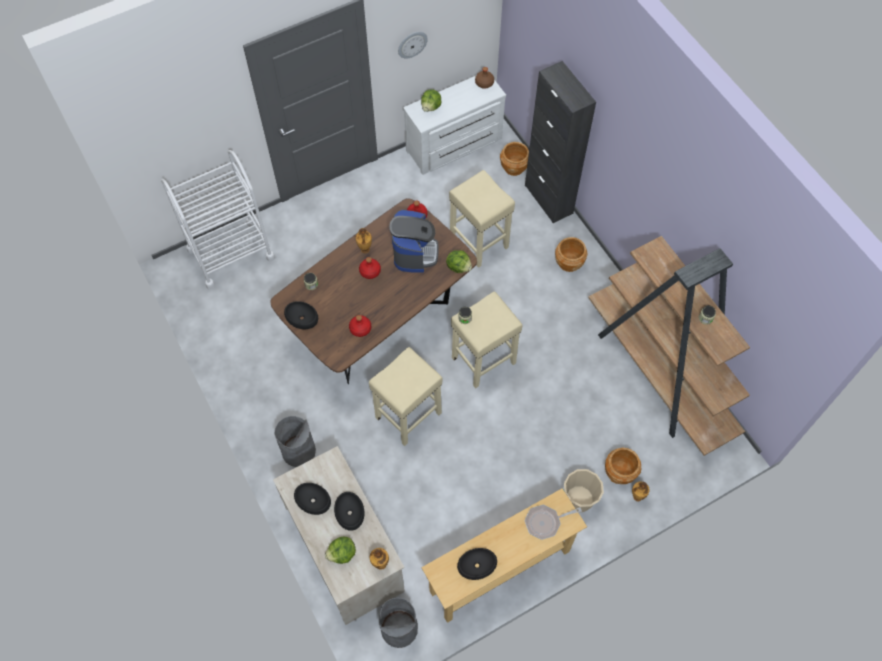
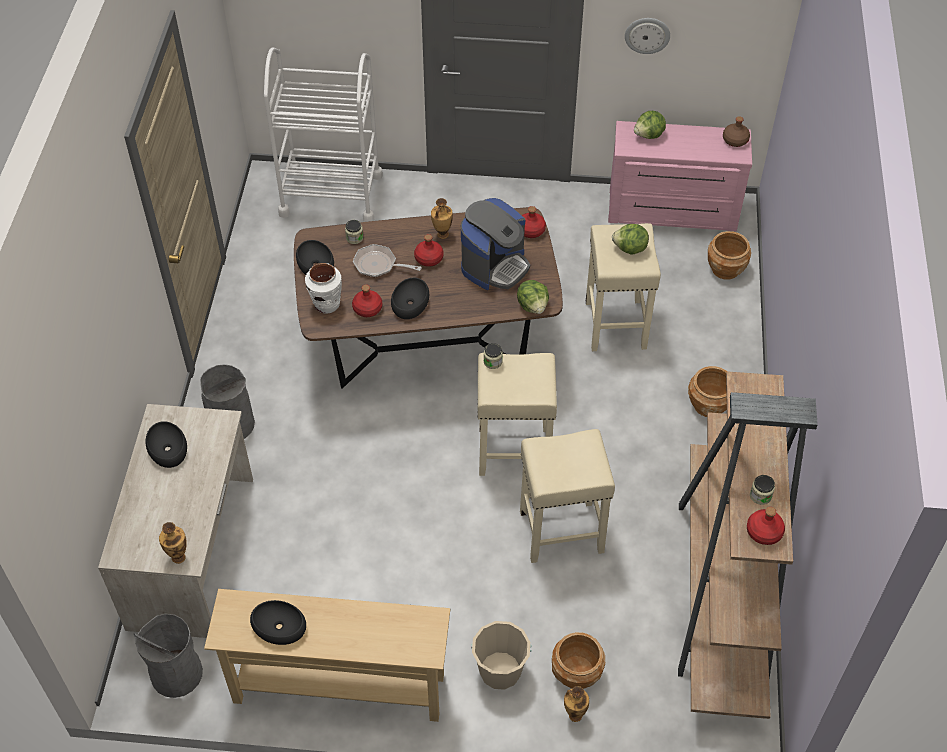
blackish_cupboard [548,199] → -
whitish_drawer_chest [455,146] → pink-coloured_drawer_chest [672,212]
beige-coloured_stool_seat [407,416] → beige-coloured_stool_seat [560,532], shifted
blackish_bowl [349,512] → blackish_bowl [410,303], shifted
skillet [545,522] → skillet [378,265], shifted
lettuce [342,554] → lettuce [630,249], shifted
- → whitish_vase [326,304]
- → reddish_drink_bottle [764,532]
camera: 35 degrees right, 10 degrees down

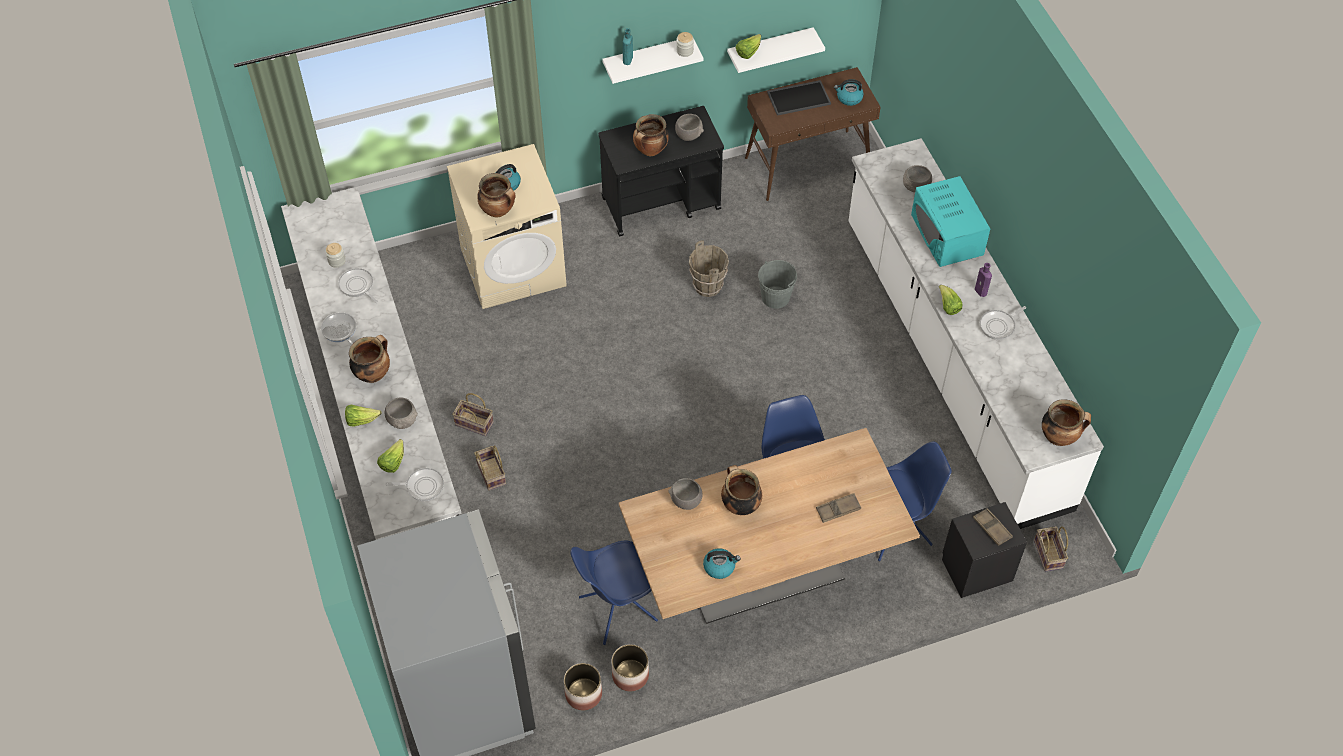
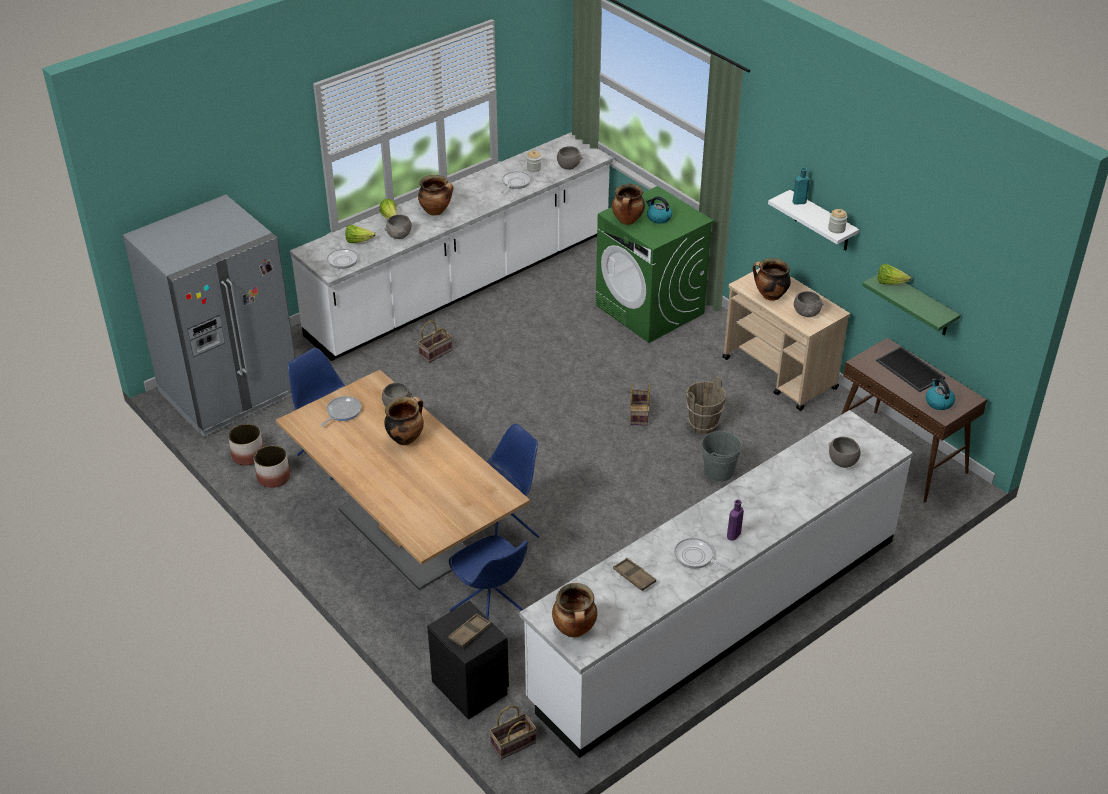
whitish_shelf [769,49] → green_shelf [919,305]
blackish_trolley [662,203] → beige-coloured_trolley [780,374]
beige-coloured_washing_machine [513,267] → green_washing_machine [650,310]
turquoise_microwave [947,234] → -
lettuce [948,306] → -
skillet [340,331] → skillet [342,412], shifted
storage_basket [475,423] → storage_basket [639,415], shifted
brown-coloured_serving_tray [838,509] → brown-coloured_serving_tray [634,577], shifted
tea_kettle [720,567] → -
- → grey_bowl [568,166]
camera: 70 degrees right, 15 degrees down

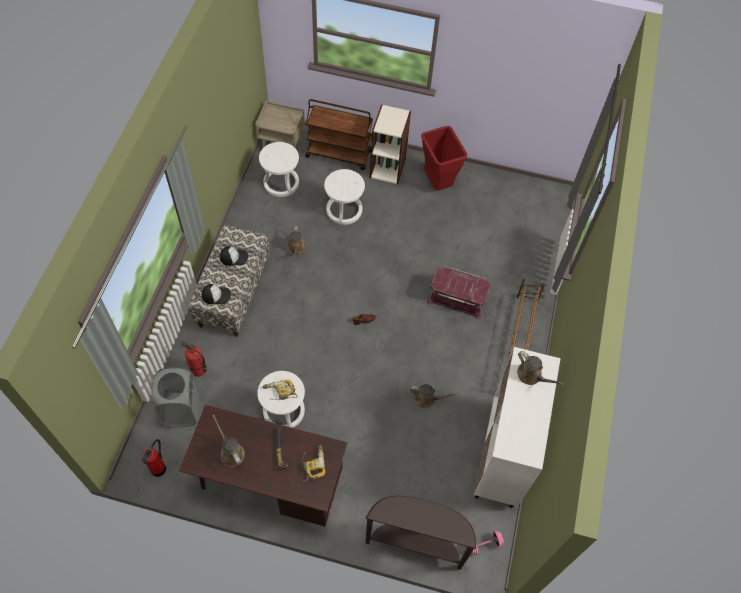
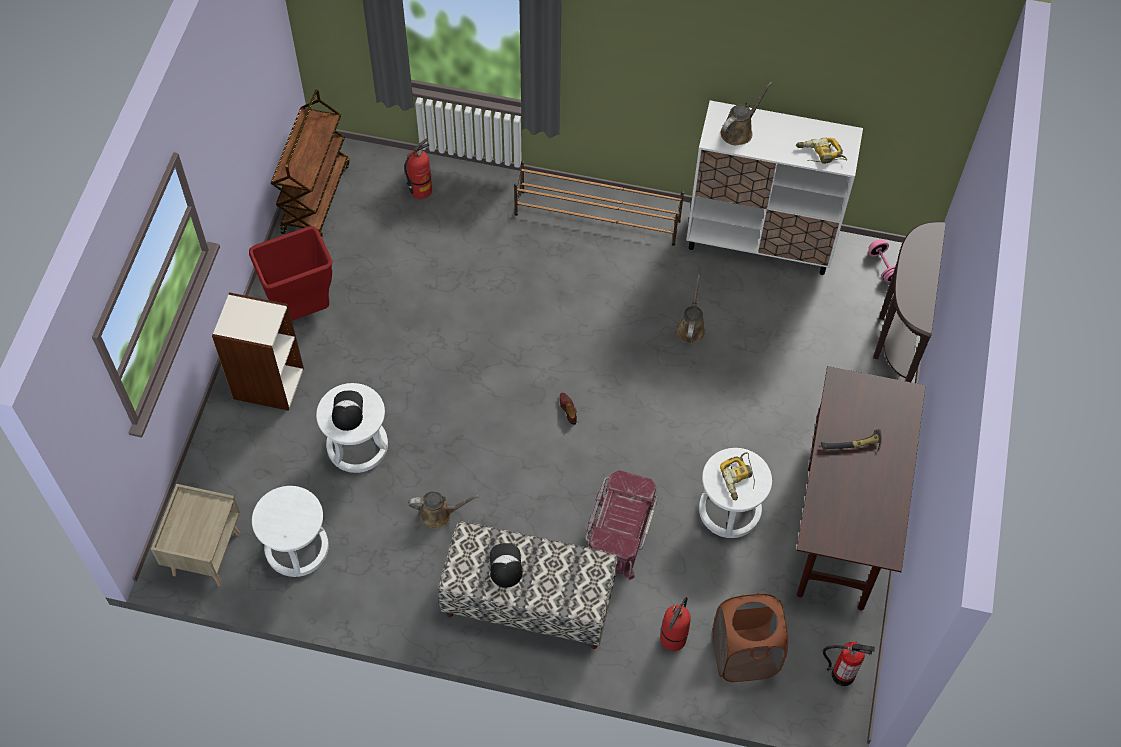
brown-coloured_trolley [339,154] → brown-coloured_trolley [315,197], shifted
reddish_storage_bin [457,298] → reddish_storage_bin [619,532], shifted
cap [216,295] → cap [347,411], shifted
grey_laundry_basket [181,409] → brown-coloured_laundry_basket [744,655]
brown-coloured_sprinkling_can [231,452] → -
drill [313,464] → drill [820,154], shifted
- → extinguisher [420,190]
camera: 90 degrees left, 0 degrees up

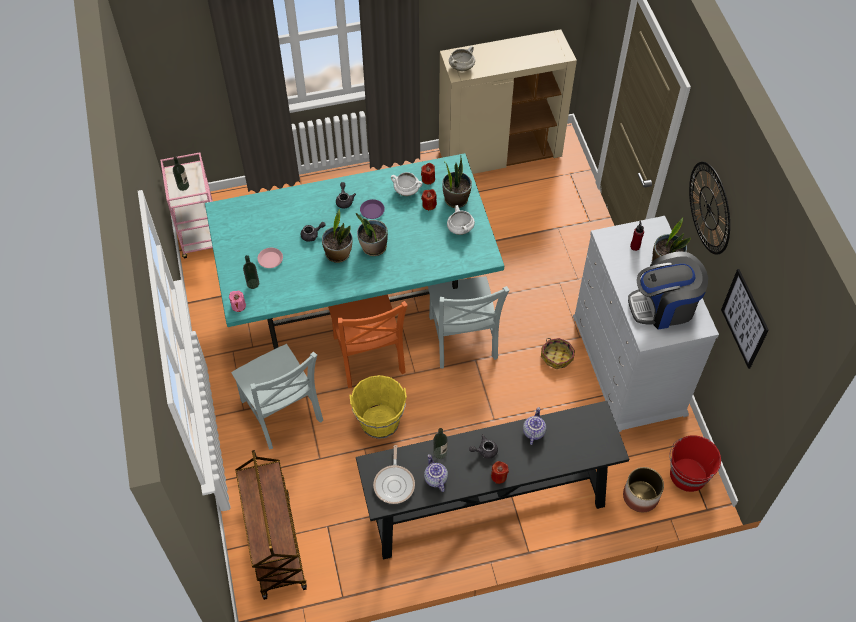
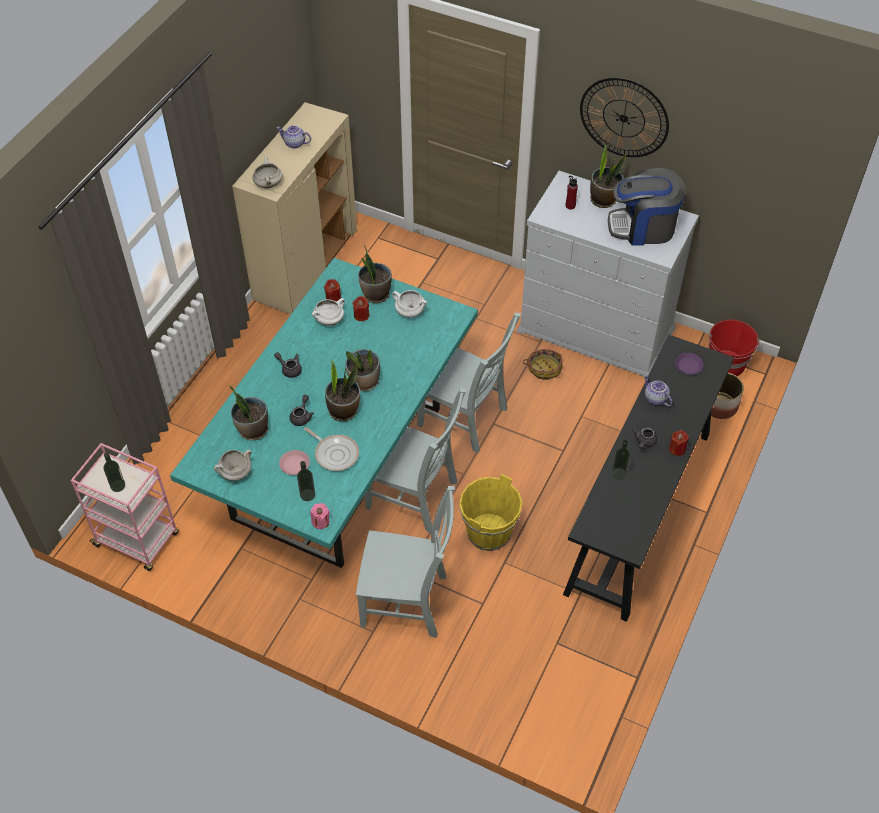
purplish_dinner_plate [372,211] → purplish_dinner_plate [688,365], shifted
coffee_maker [663,306] → coffee_maker [643,227], 60 degrees clockwise
picture [744,319] → -
orange-coloured_plain_chair [369,357] → grey_plain_chair [415,497]
skillet [394,483] → skillet [335,453], shifted
brown-coloured_trolley [275,544] → -
teapot [435,478] → teapot [294,144], shifted
- → houseplant [252,430]
- → whitish_saucepot [235,473]
camera: 50 degrees left, 5 degrees down

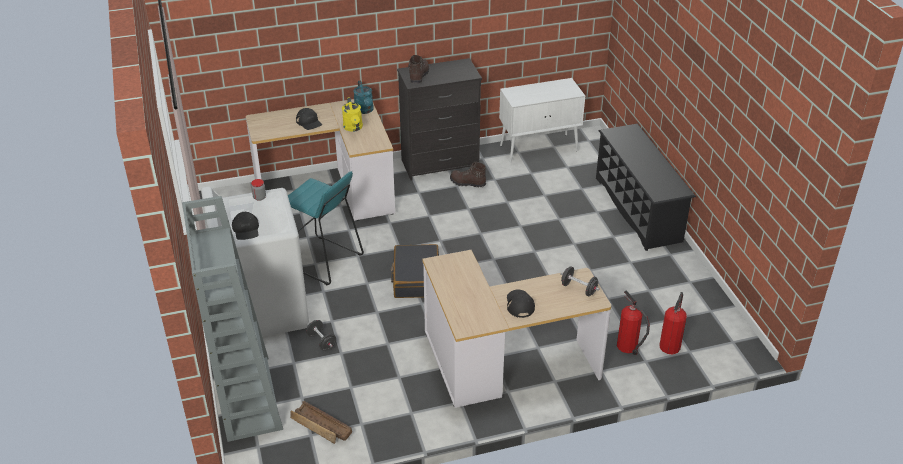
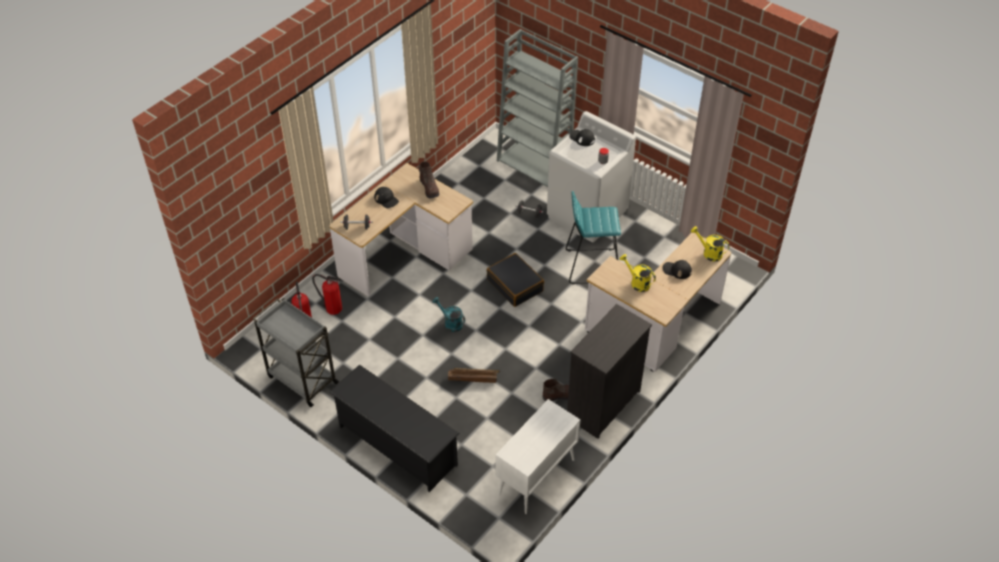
brown-coloured_boot [418,76] → brown-coloured_boot [429,188], shifted
turquoise_sprinkling_can [365,110] → turquoise_sprinkling_can [450,323], shifted
shipping_crate [321,427] → shipping_crate [473,377], shifted
- → yellow-coloured_sprinkling_can [709,253]
- → grey_trolley [301,379]
camera: 145 degrees right, 10 degrees up

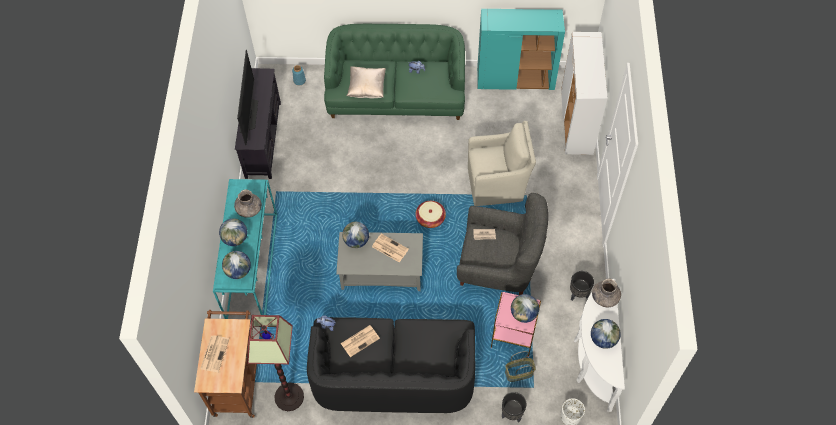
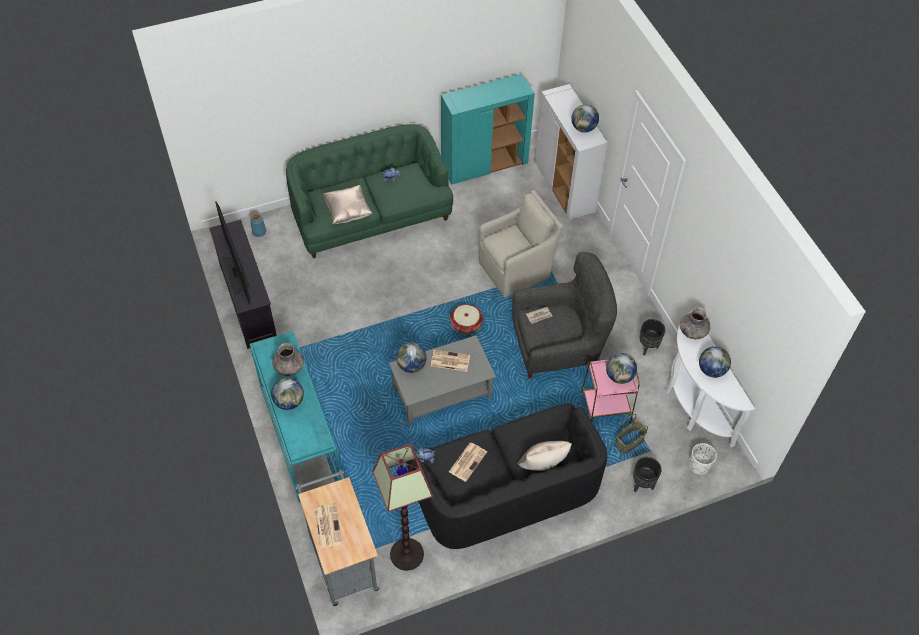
world_globe [238,271] → world_globe [583,128], shifted
brown-coloured_trolley [237,380] → grey_trolley [341,558]
- → beige-coloured_pillow [543,466]
camera: 25 degrees left, 5 degrees down

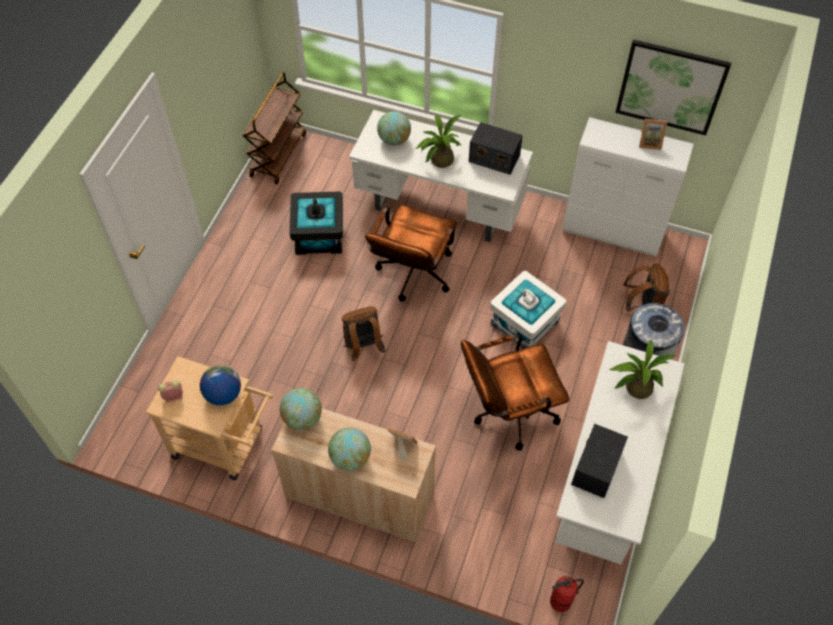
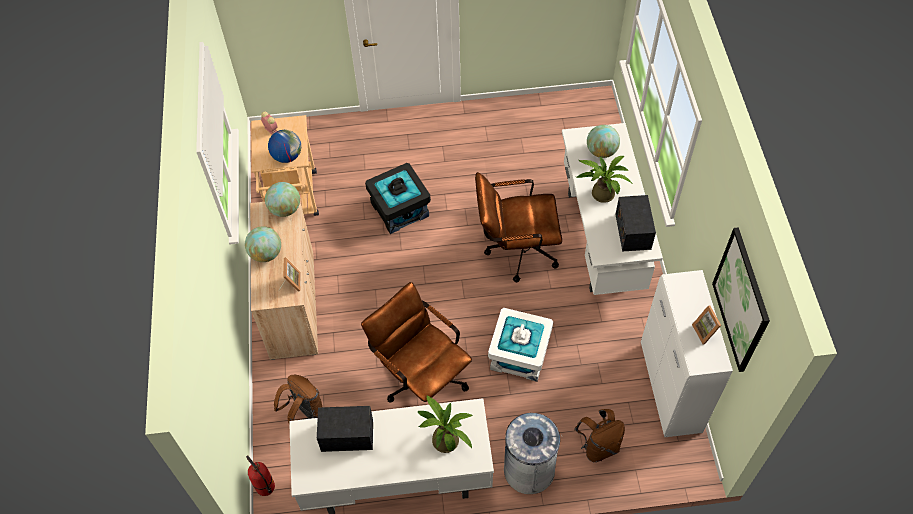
brown-coloured_trolley [278,154] → -
blackish_storage_bin [318,235] → blackish_storage_bin [399,209], shifted
brown-coloured_rucksack [363,347] → brown-coloured_rucksack [304,413], shifted
camera: 65 degrees right, 0 degrees up

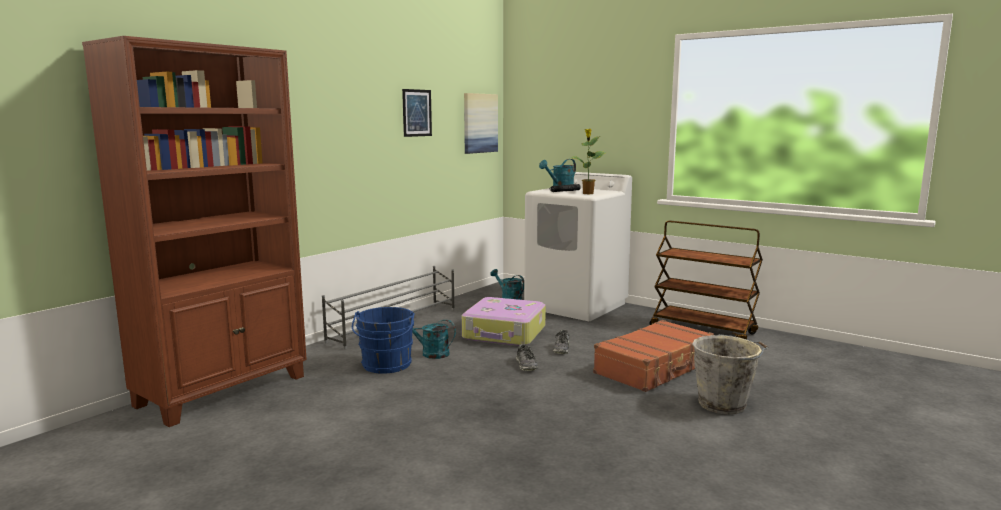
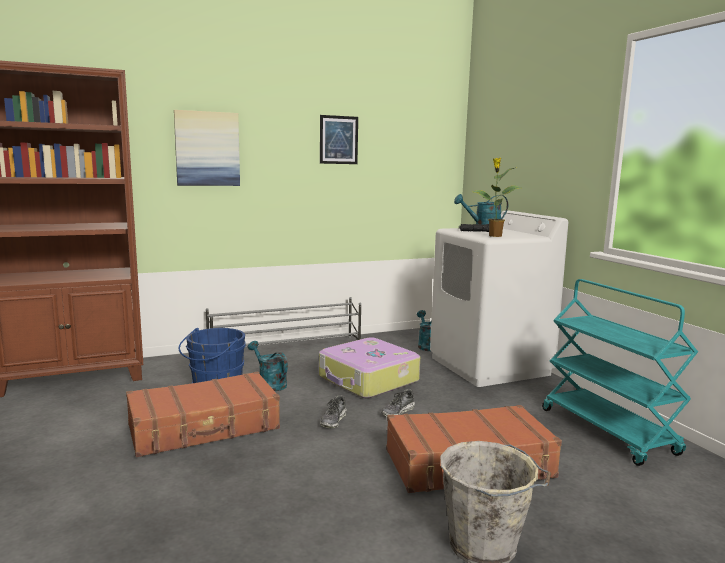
picture [480,123] → picture [207,149], shifted
brown-coloured_trolley [703,330] → turquoise_trolley [608,432]
- → brown-coloured_suitcase [204,427]
camera: 30 degrees right, 0 degrees up

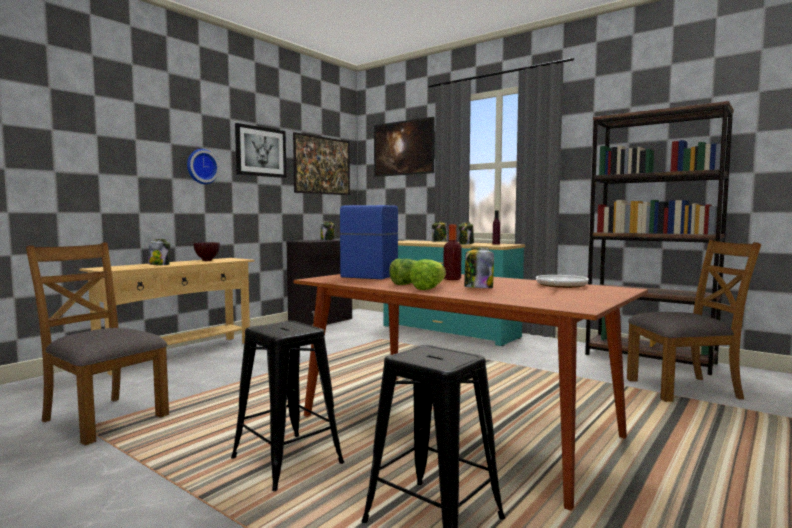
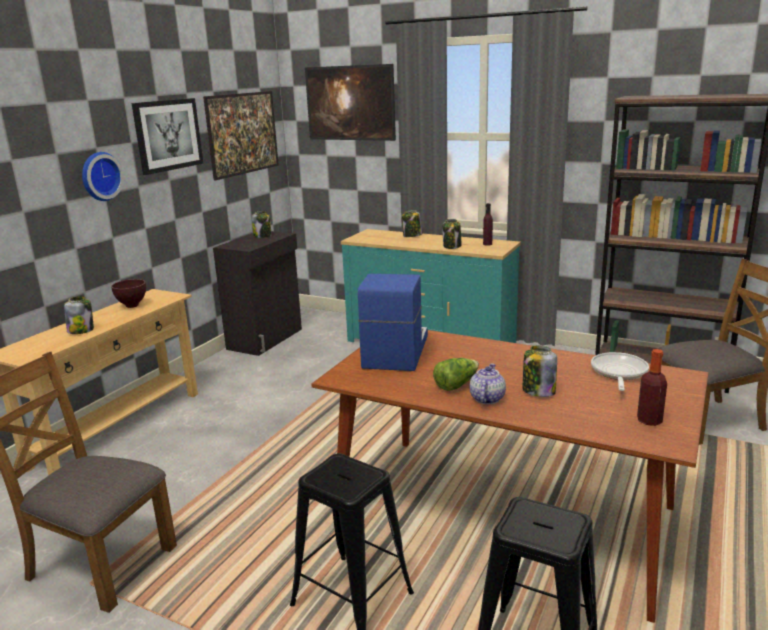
drink_bottle [452,279] → drink_bottle [649,420], shifted
lettuce [429,288] → teapot [486,398]
camera: 10 degrees left, 15 degrees up

